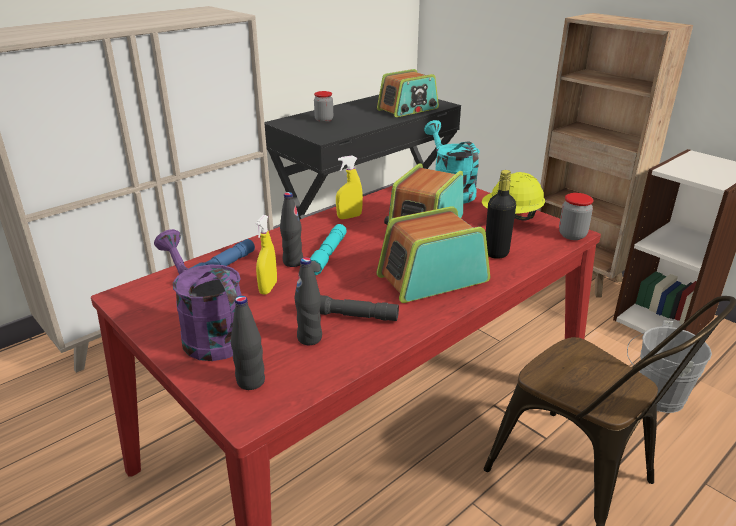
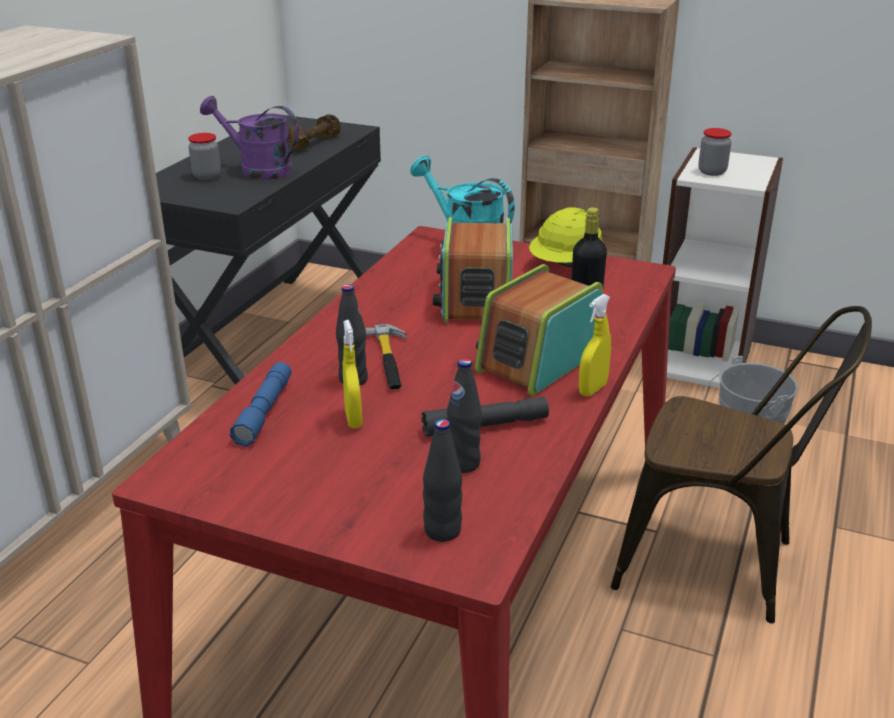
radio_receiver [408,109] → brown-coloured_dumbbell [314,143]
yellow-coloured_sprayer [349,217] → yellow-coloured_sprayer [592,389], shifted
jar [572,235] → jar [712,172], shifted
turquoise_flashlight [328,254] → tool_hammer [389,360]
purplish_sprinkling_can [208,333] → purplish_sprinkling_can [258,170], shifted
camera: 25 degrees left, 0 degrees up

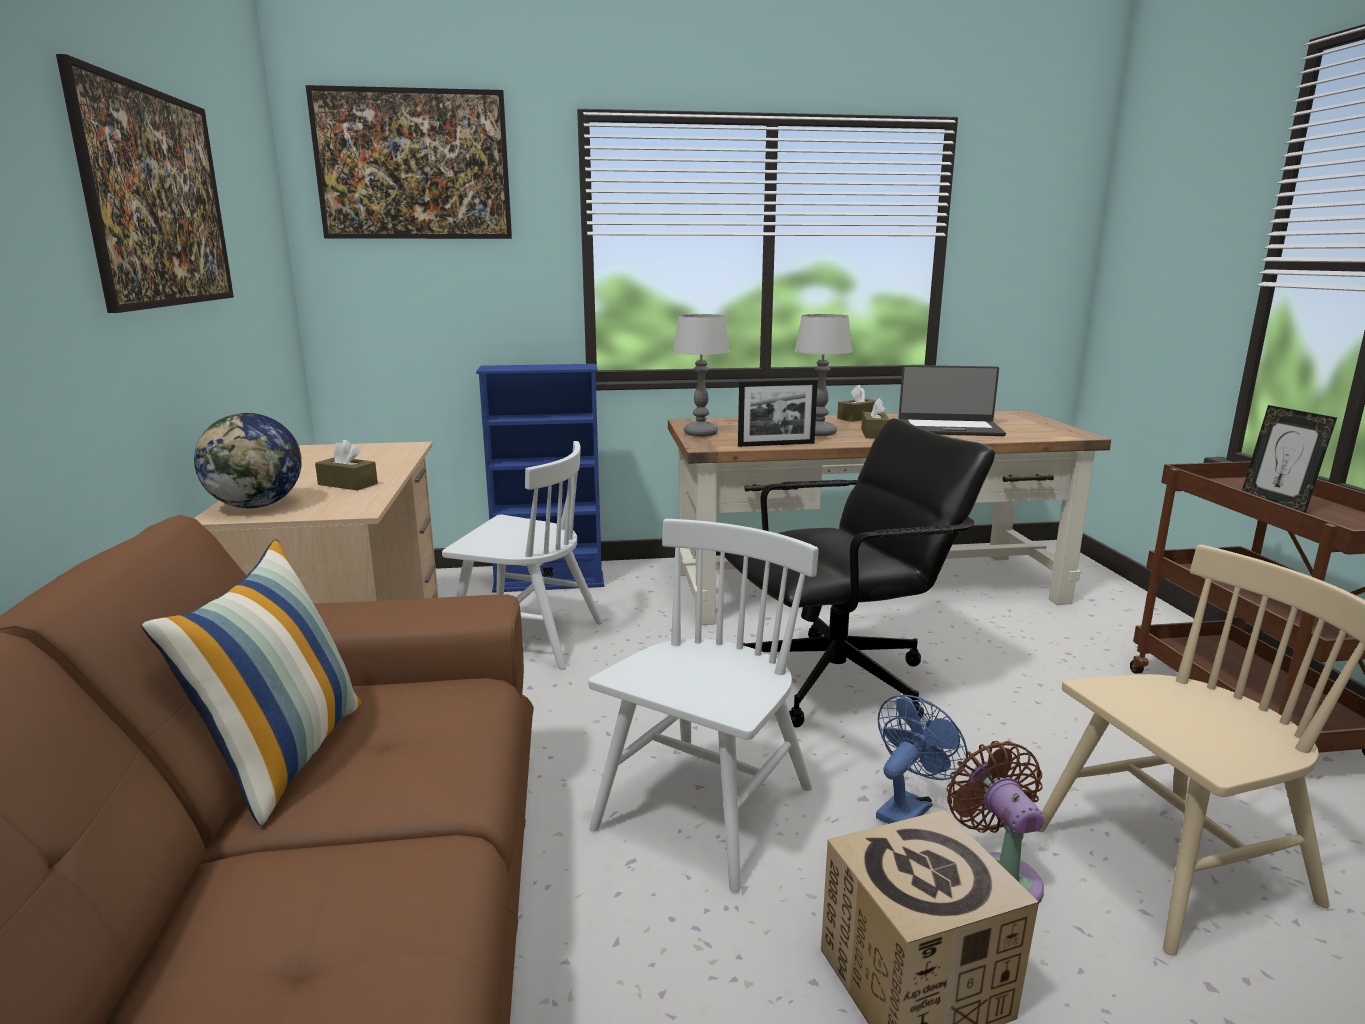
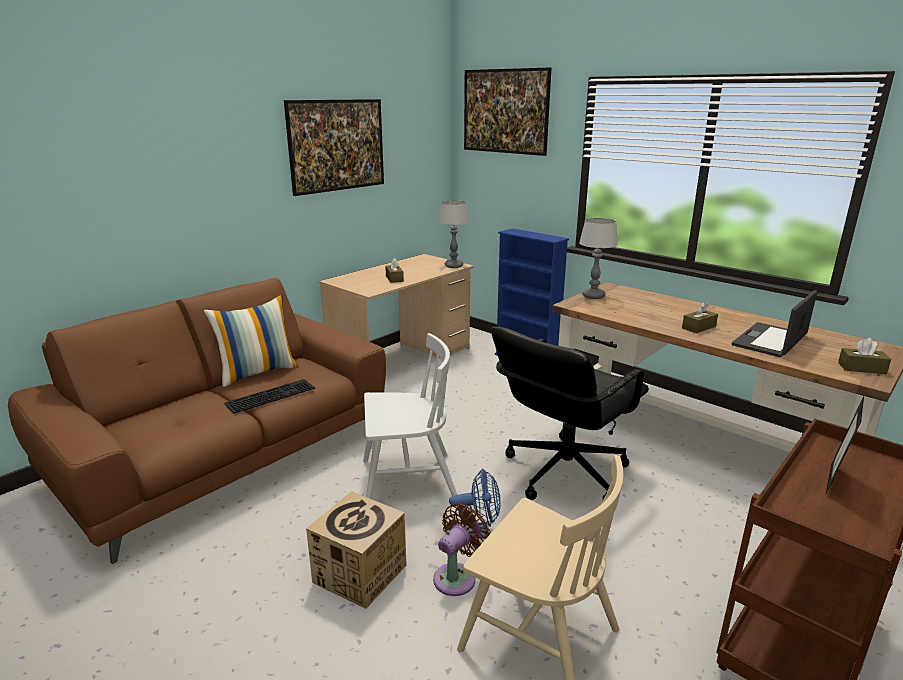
table_lamp [819,433] → table_lamp [453,266], shifted
notebook_computer [949,428] → notebook_computer [771,341], 75 degrees clockwise
photo_frame [776,444] → -
brown-coloured_tissue_holder [857,418] → brown-coloured_tissue_holder [861,368], shifted
world_globe [257,506] → -
blackish_computer_chair [839,683] → blackish_computer_chair [563,472], 105 degrees clockwise
whitish_plain_chair [526,638] → -
- → computer_keyboard [271,395]
camera: 50 degrees right, 5 degrees up

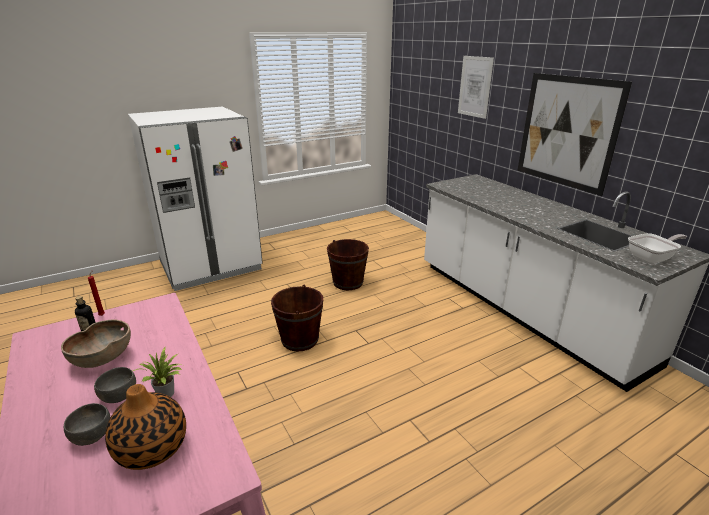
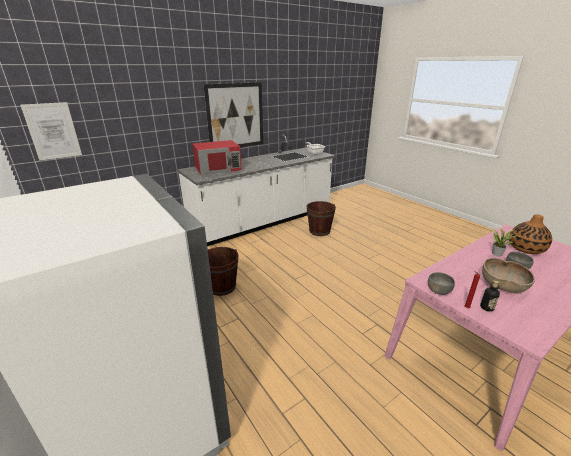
picture [475,87] → picture [53,131], shifted
brown-coloured_bucket [300,340] → brown-coloured_bucket [319,231], shifted
grey_bowl [92,435] → grey_bowl [438,290], shifted
- → reddish_microwave [218,168]
camera: 95 degrees left, 0 degrees up

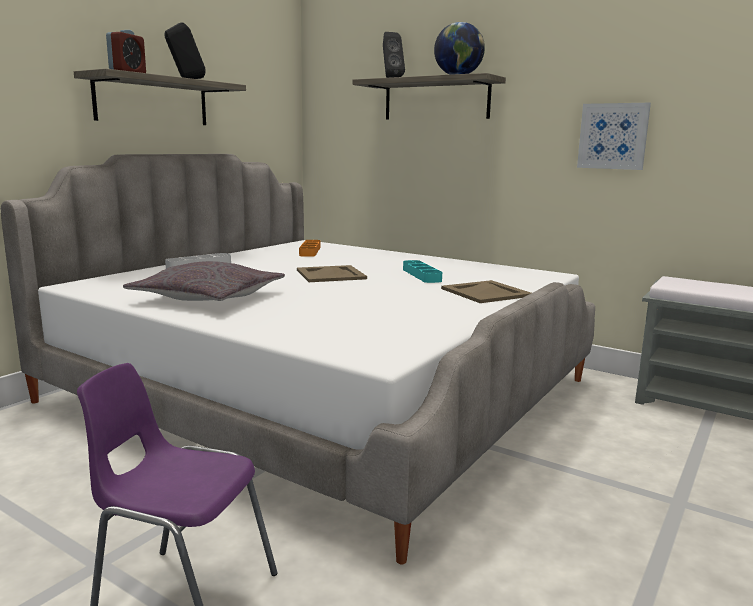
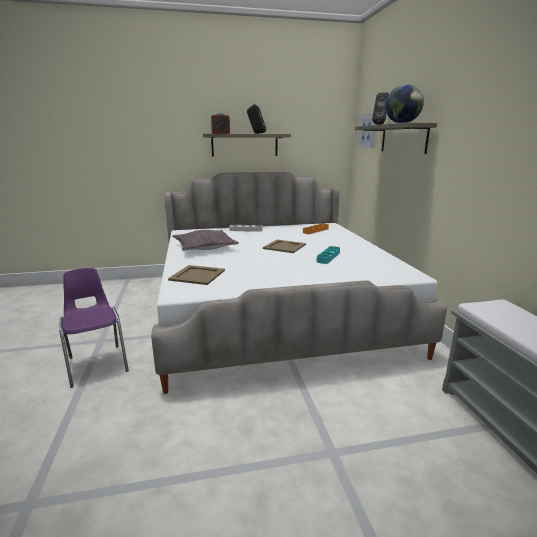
picture [613,136] → picture [367,131], shifted
beige-coloured_serving_tray [485,292] → beige-coloured_serving_tray [197,275], shifted
camera: 45 degrees right, 5 degrees up

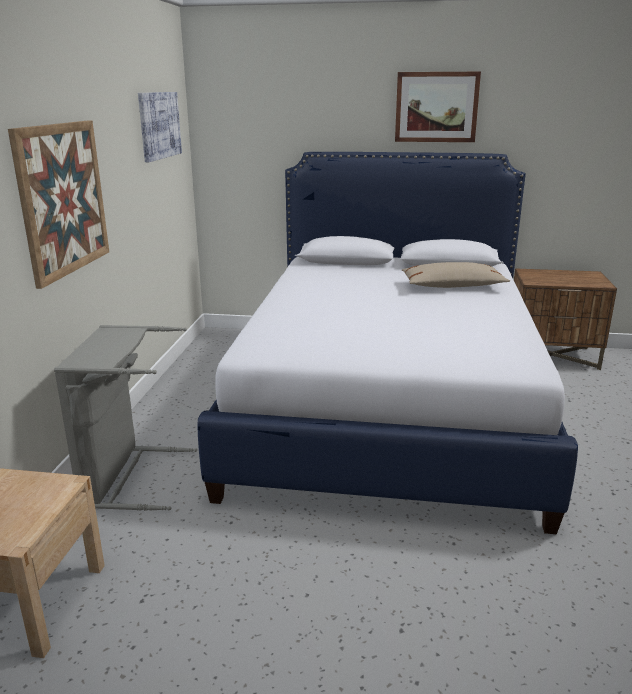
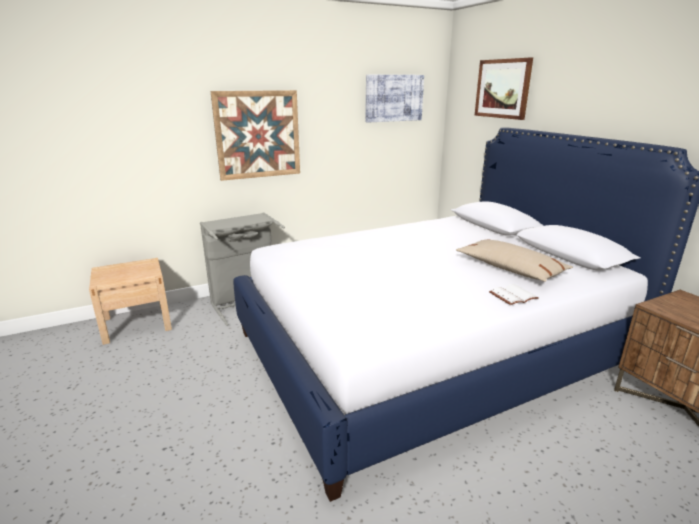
picture [436,107] → picture [502,88], shifted
- → whitish_book [512,295]
camera: 55 degrees right, 0 degrees up

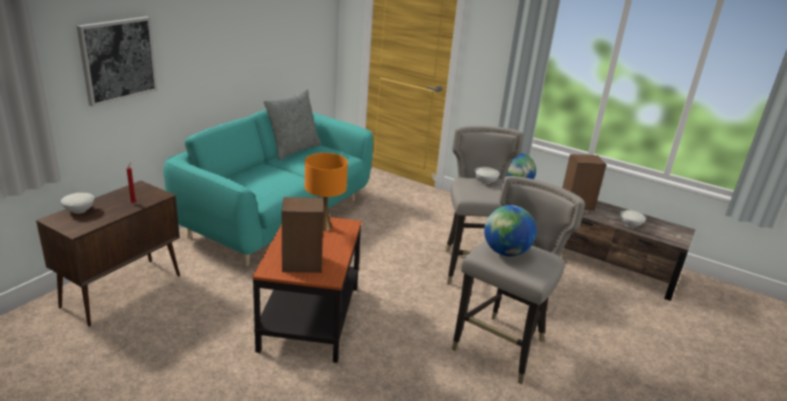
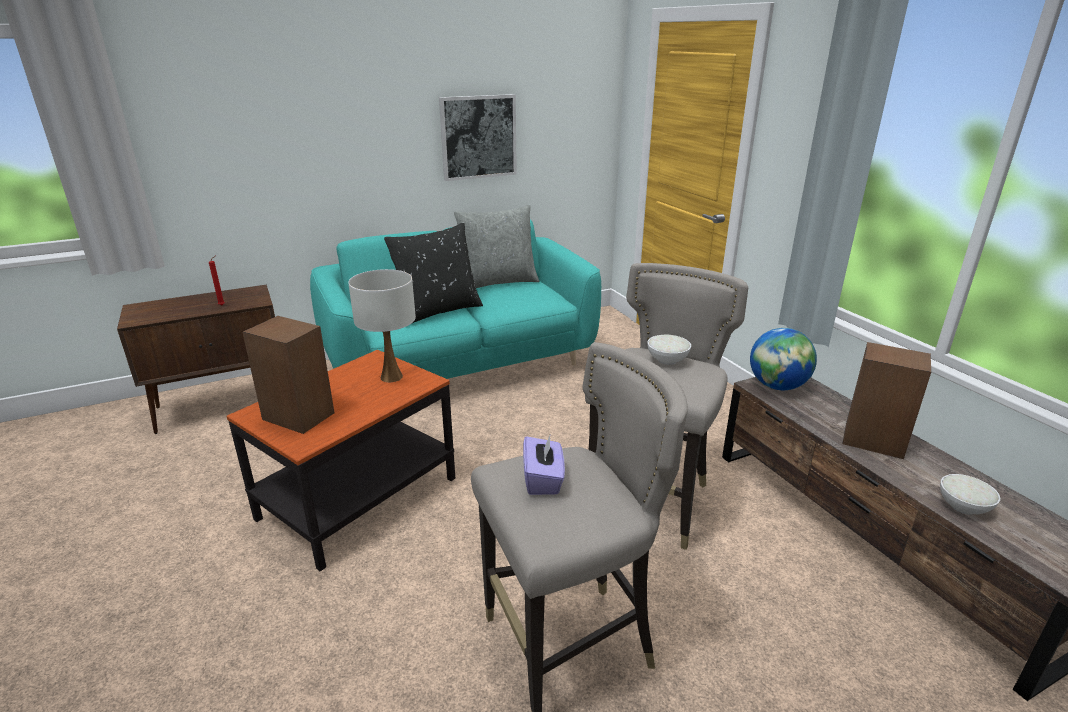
picture [118,59] → picture [478,137], shifted
orange-coloured_table_lamp [324,227] → whitish_table_lamp [391,377]
whitish_bowl [79,210] → -
world_globe [505,252] → purplish_tissue_holder [543,480]
- → blackish_pillow [438,311]
camera: 35 degrees right, 0 degrees up

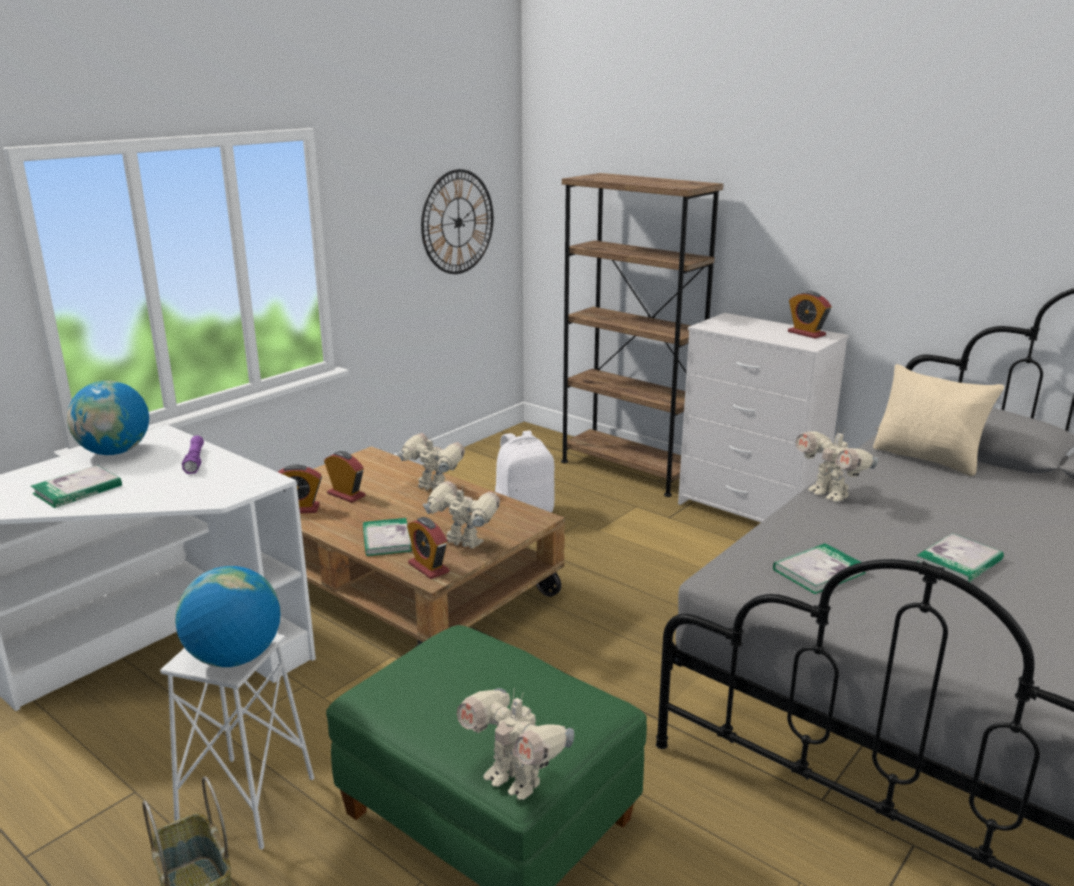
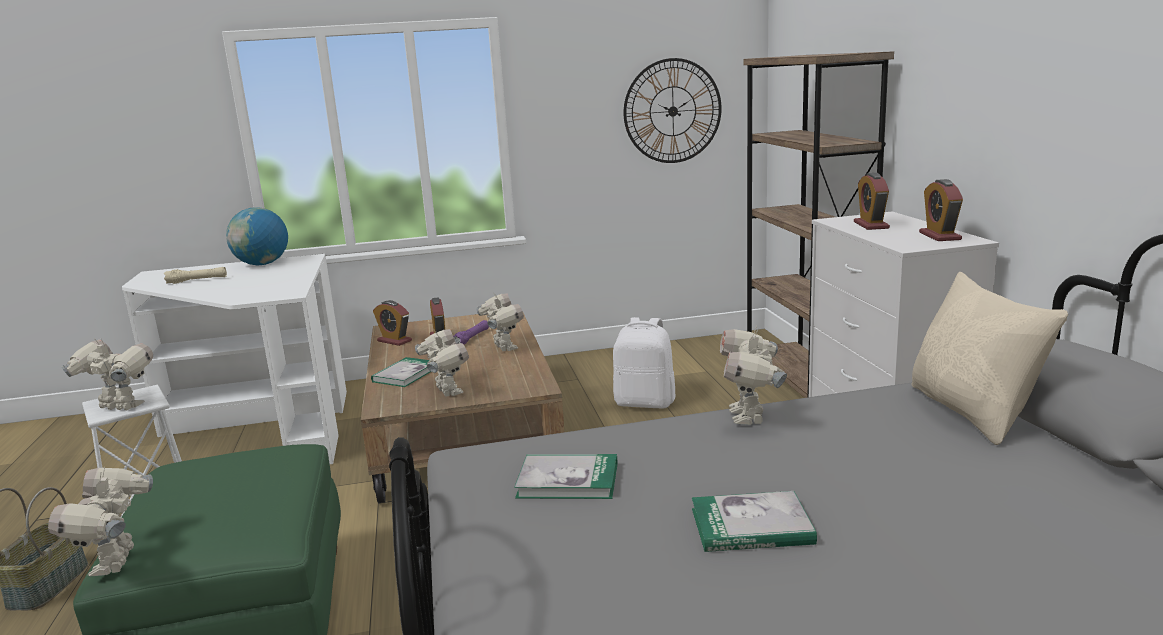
purplish_flashlight [195,461] → purplish_flashlight [471,338], shifted
book [77,489] → beige-coloured_flashlight [197,280]
table_clock [428,567] → table_clock [871,225], shifted
world_globe [234,658] → model_robot [119,408]
camera: 40 degrees right, 5 degrees down

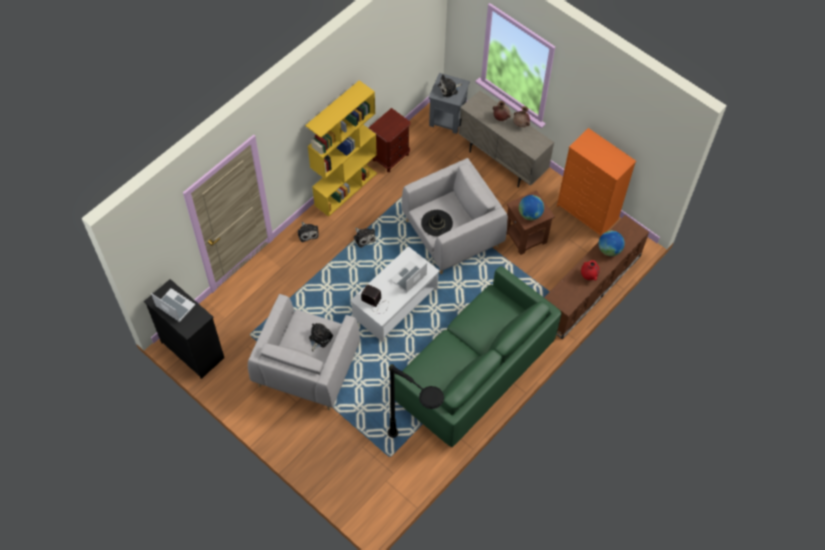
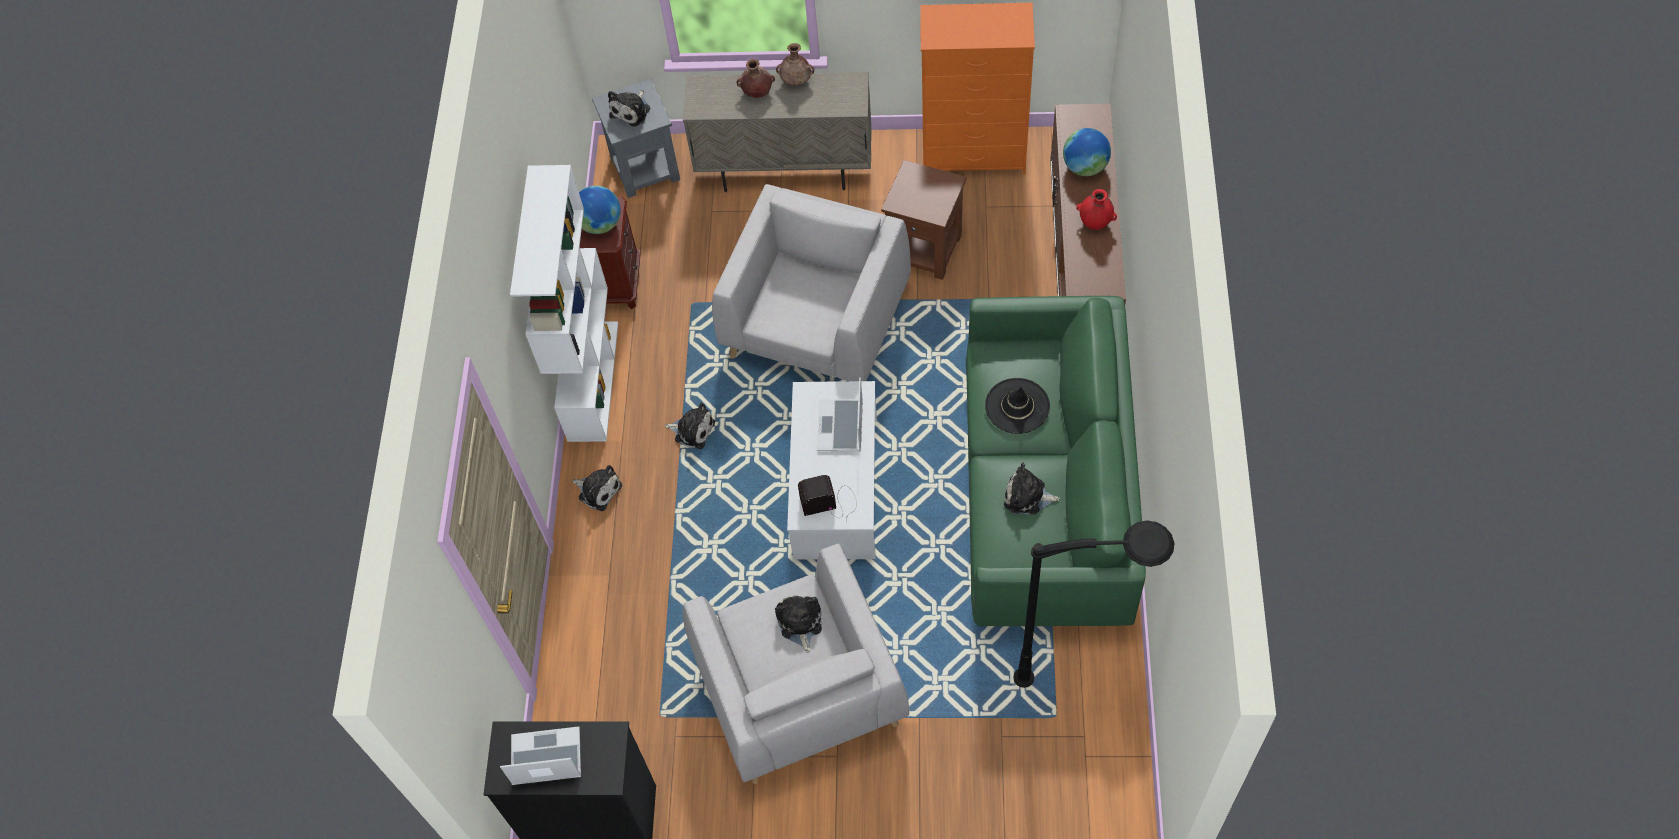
yellow-coloured_shelving_unit [346,188] → whitish_shelving_unit [592,380]
world_globe [530,214] → world_globe [600,224], shifted
blackish_hat [436,223] → blackish_hat [1017,406], shifted
- → cuddly_toy [1027,496]
camera: 35 degrees left, 0 degrees up

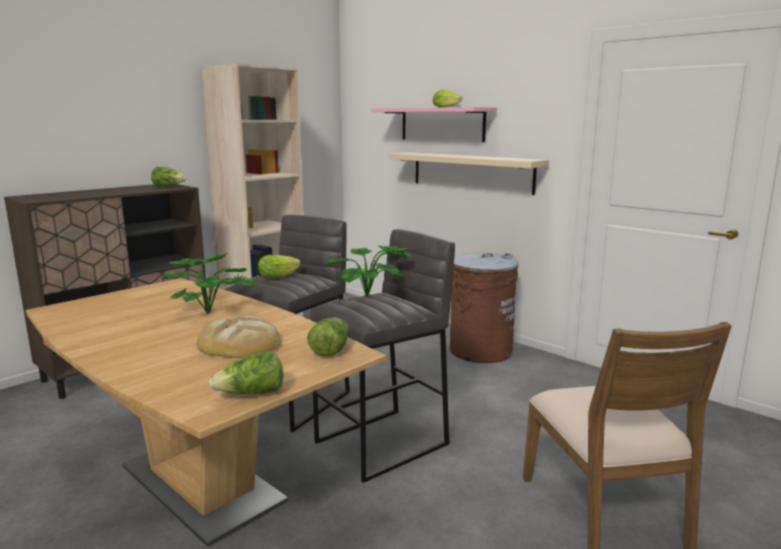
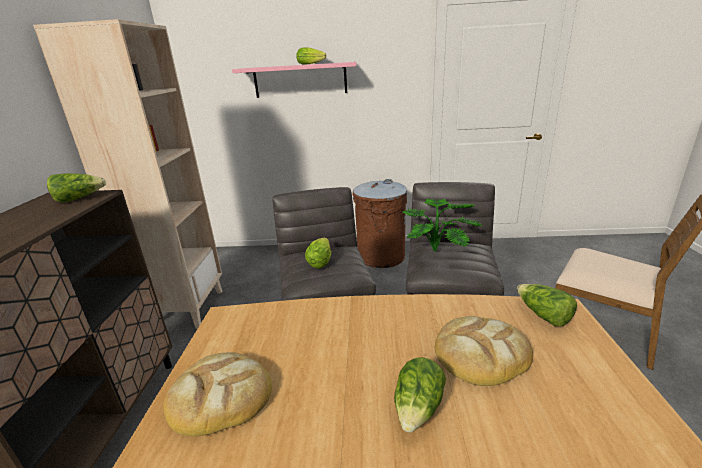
beige-coloured_shelf [471,172] → -
houseplant [211,311] → -
lettuce [251,394] → lettuce [418,408], shifted
- → bread [220,396]
camera: 40 degrees left, 10 degrees up

